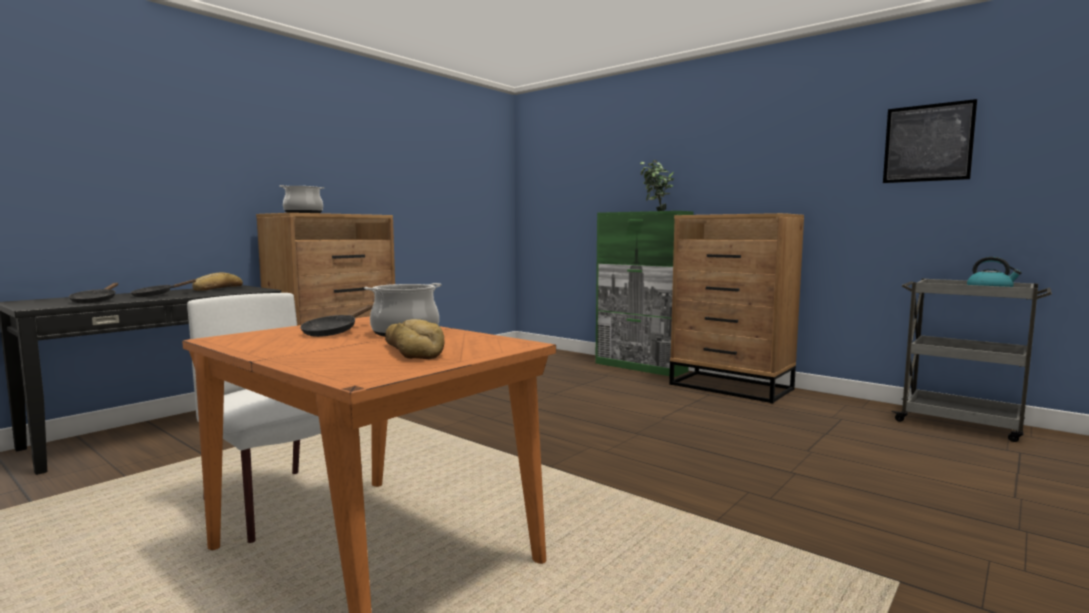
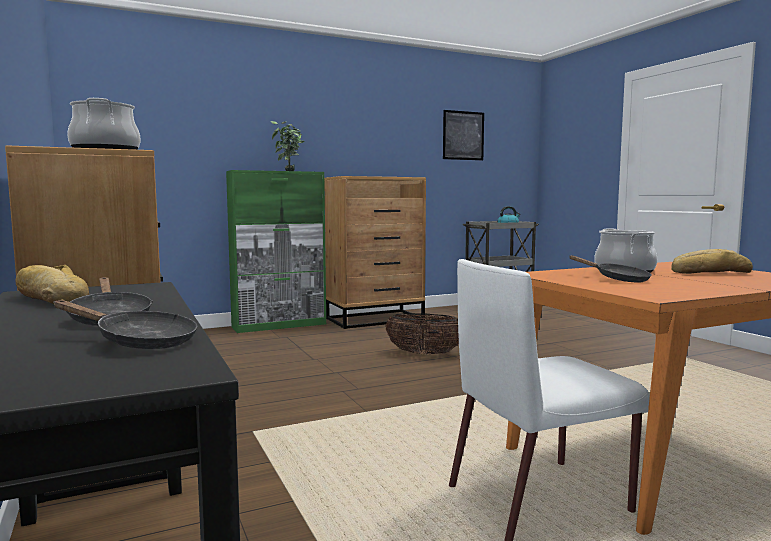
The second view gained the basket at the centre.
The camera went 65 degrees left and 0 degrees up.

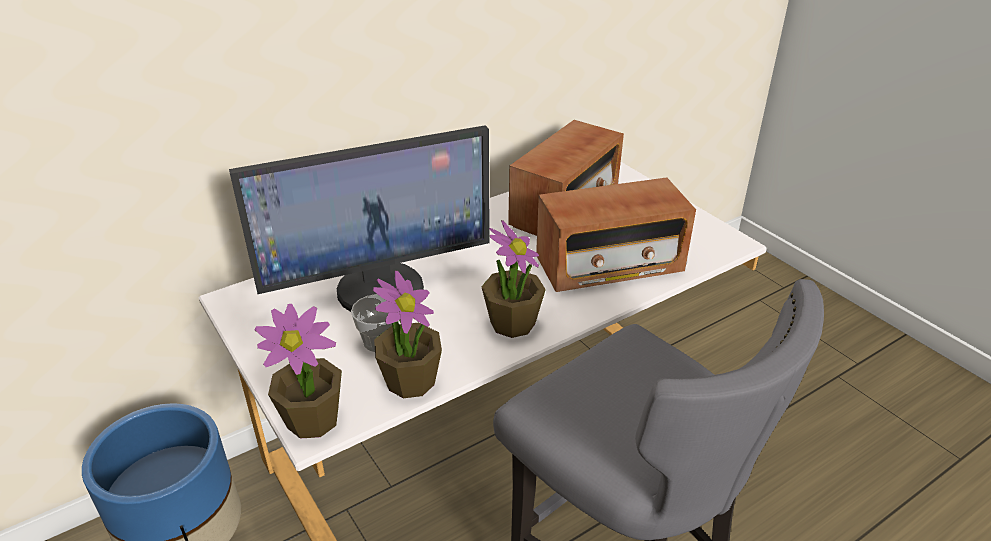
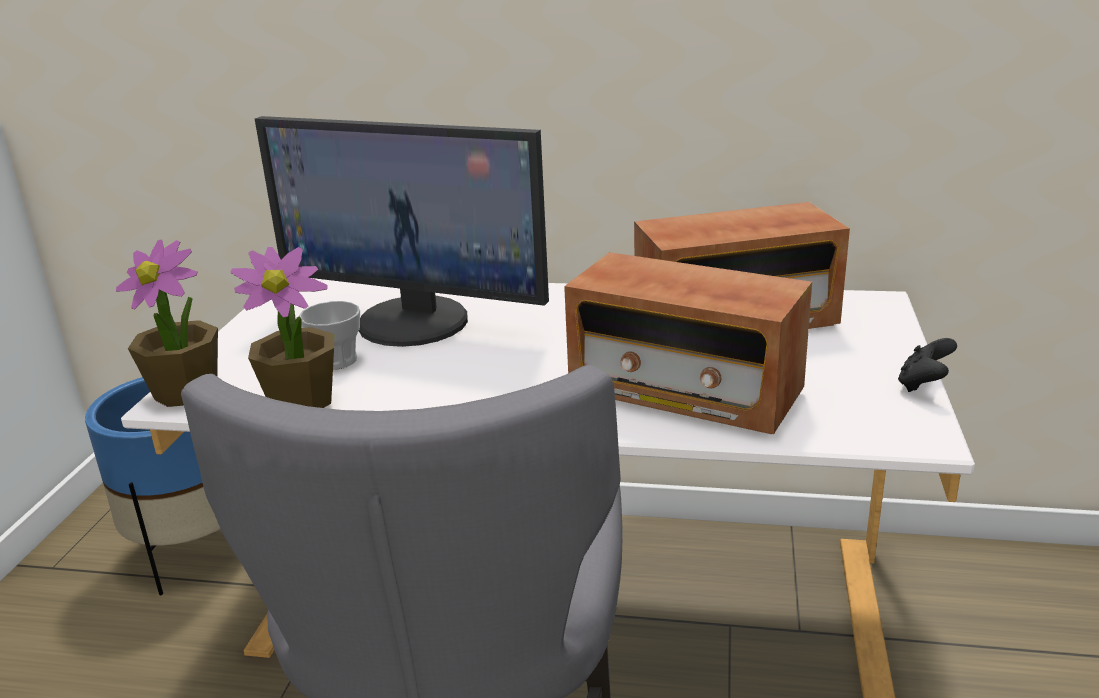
The second view gained the game controller in black at the middle right.
The second view lost the potted plant (no. 3 from left) at the centre.
The camera went 45 degrees right and 10 degrees down.

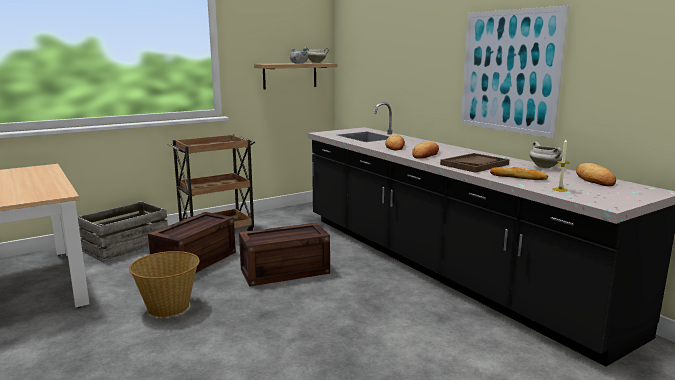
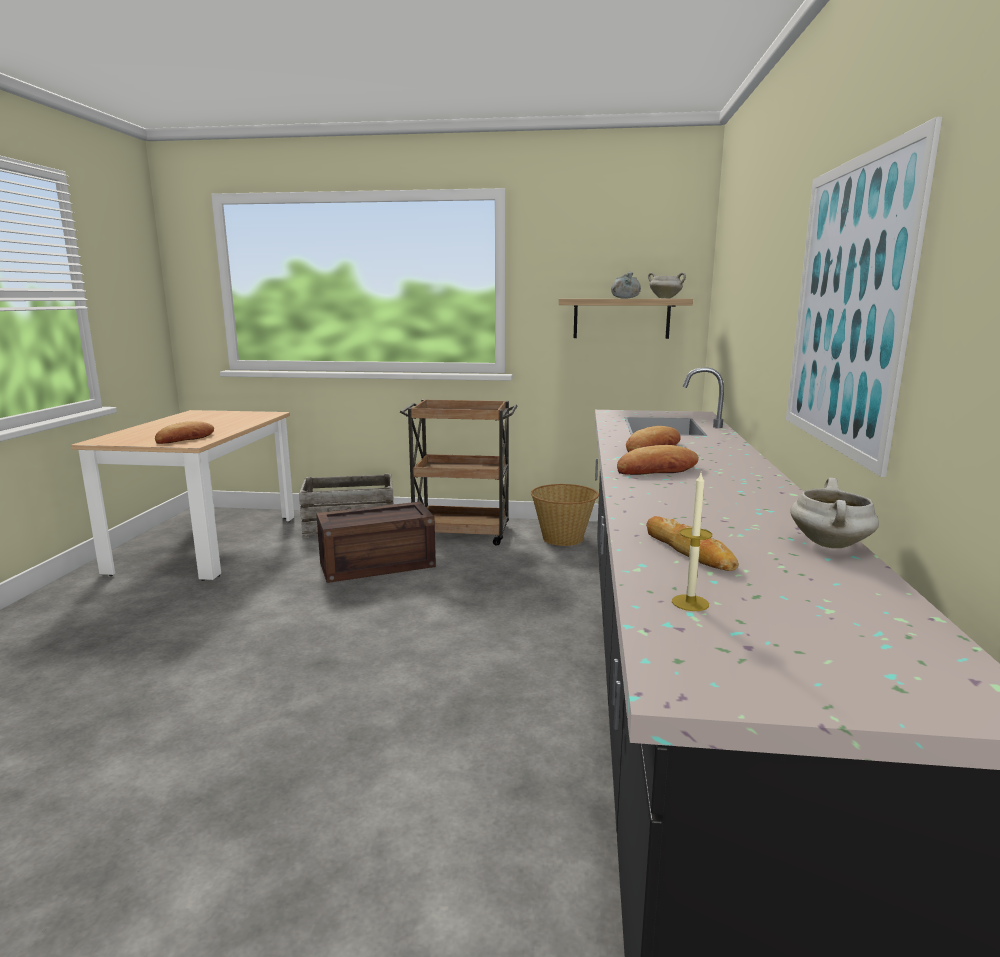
The bread (no. 4 from left in the first image) ended up elsewhere, having gone from the middle right to the middle left.
The basket ended up elsewhere, having gone from the bottom left to the centre.
The second view lost the crate (no. 3 from left) at the bottom centre.
The second view lost the tray in brown at the middle right.
The camera went 40 degrees right and 0 degrees up.

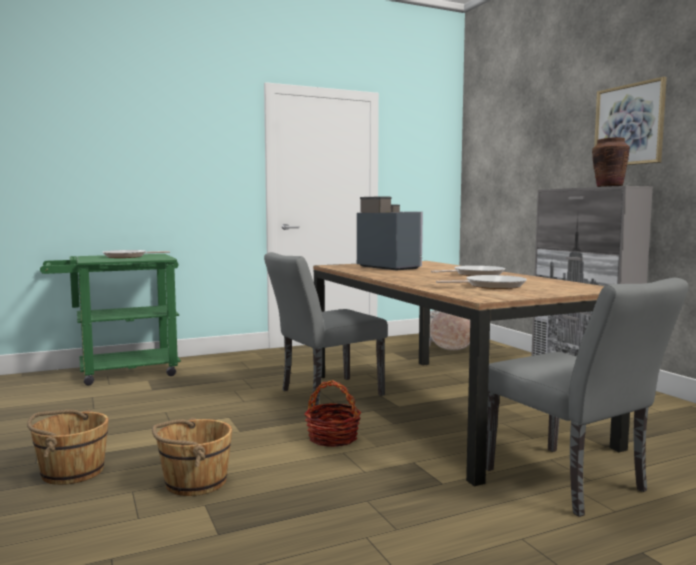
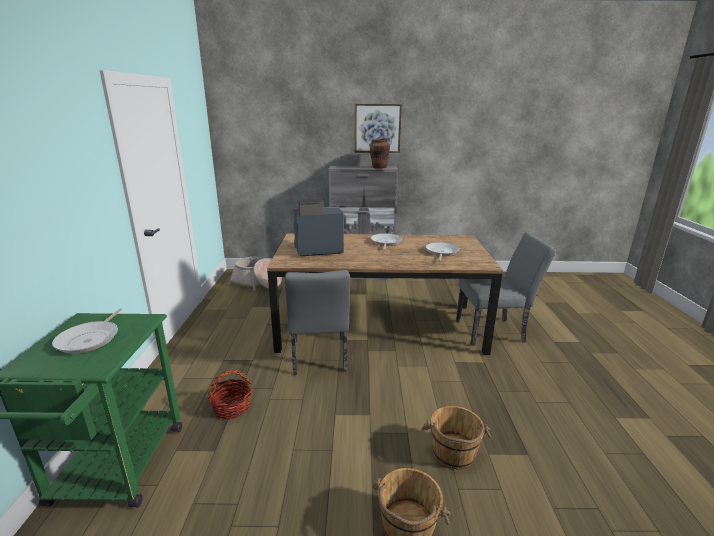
The basket (no. 1 from left) ended up elsewhere, having gone from the bottom centre to the bottom left.
The camera went 65 degrees left and 15 degrees up.

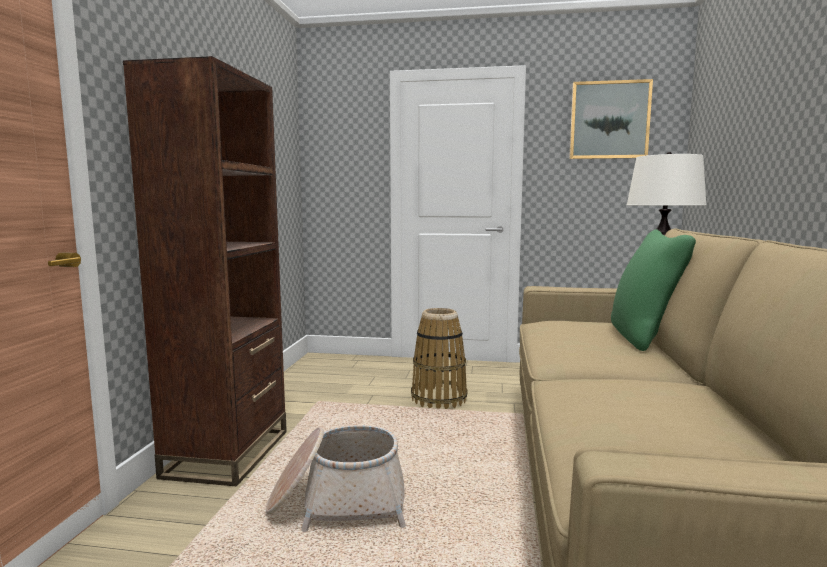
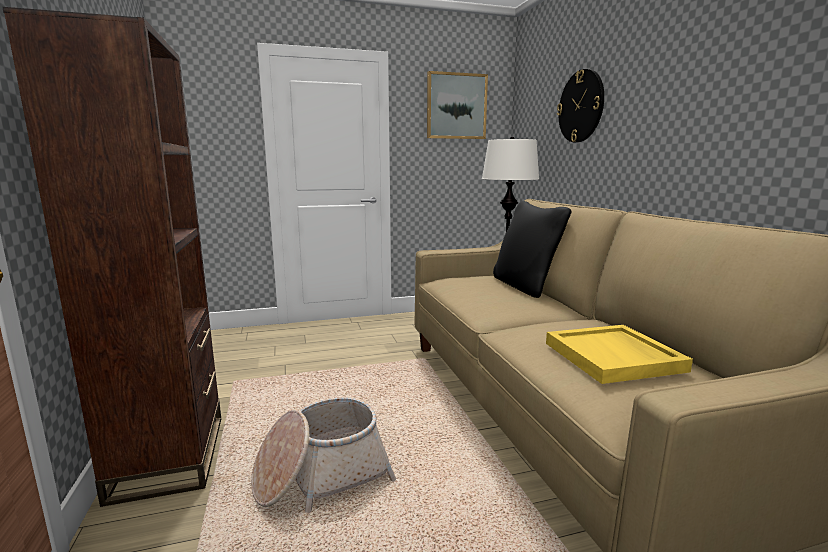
What was the pillow in green at the middle right turned into the pillow in black at the centre.
The second view gained the tray in yellow at the middle right.
The second view gained the wall clock at the top right.
The second view lost the basket (no. 2 from left) at the centre.
The camera went 25 degrees left and 5 degrees up.

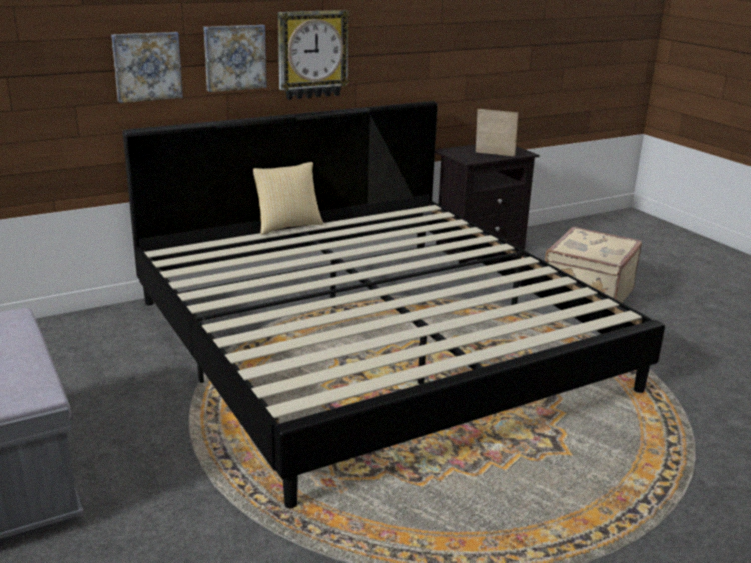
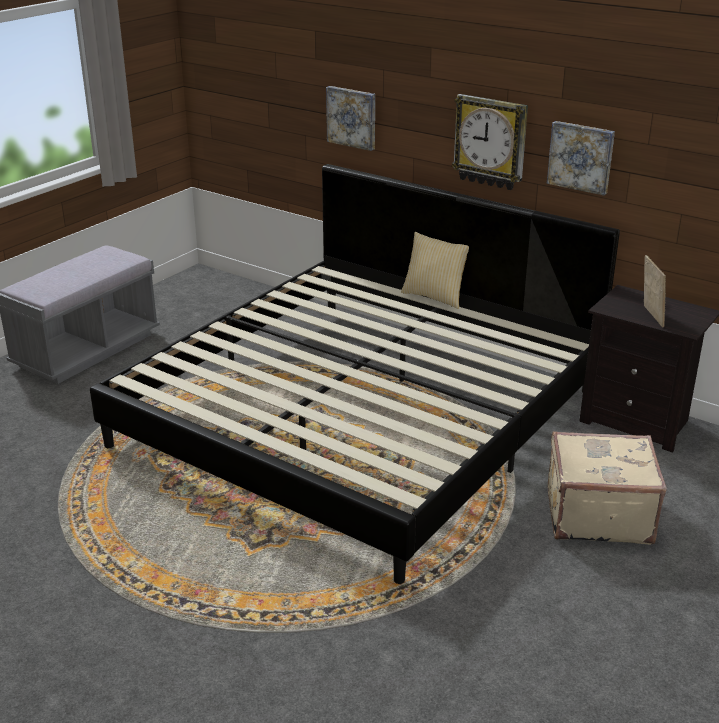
The picture (no. 2 from left) ended up elsewhere, having gone from the top left to the top right.
The camera went 65 degrees right and 5 degrees up.

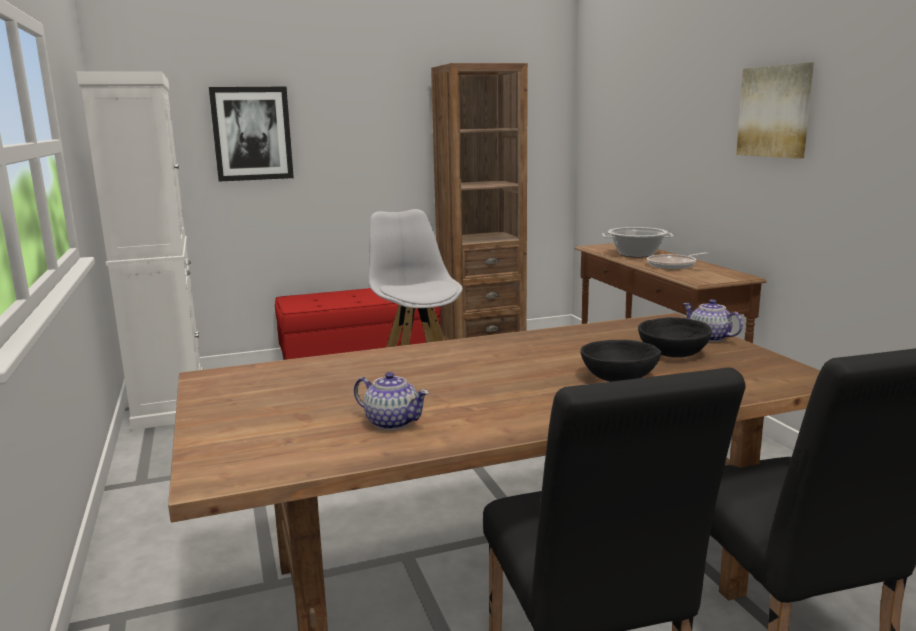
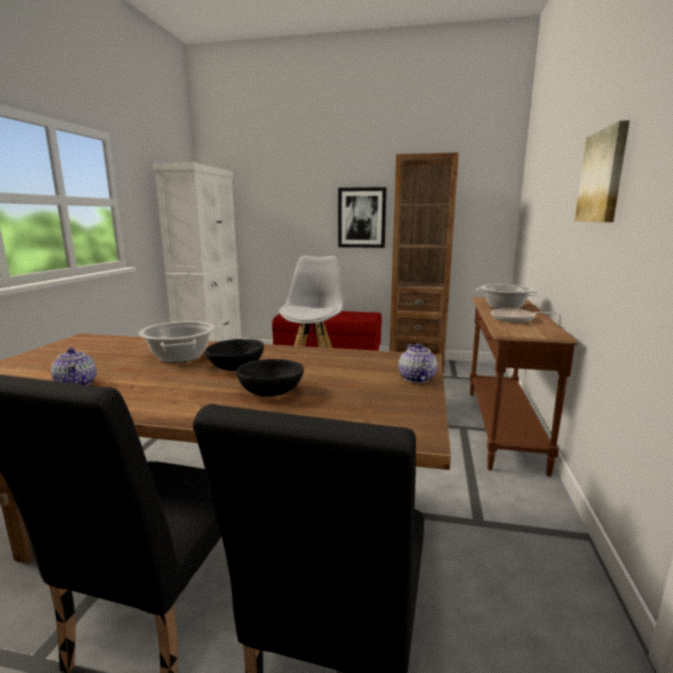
The second view gained the cooking pot (no. 1 from left) at the middle left.
The bowl in black (no. 2 from left in the first image) ended up elsewhere, having gone from the middle right to the centre.
The picture (no. 1 from left) ended up elsewhere, having gone from the top left to the top centre.
The camera went 30 degrees right and 0 degrees up.

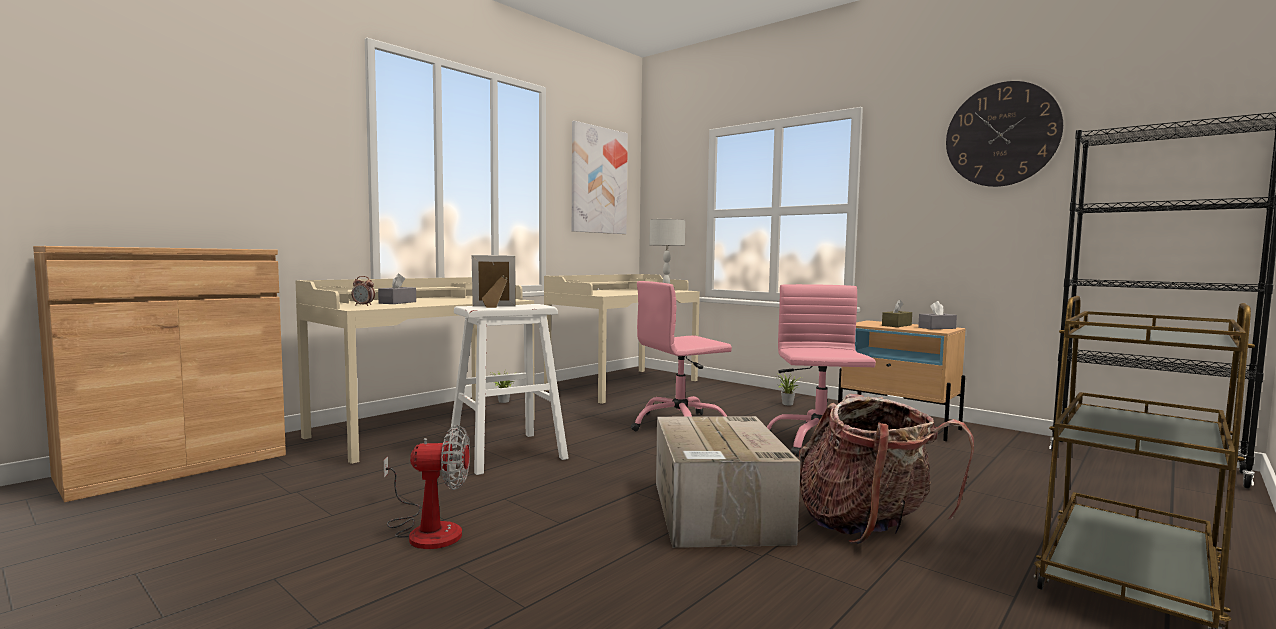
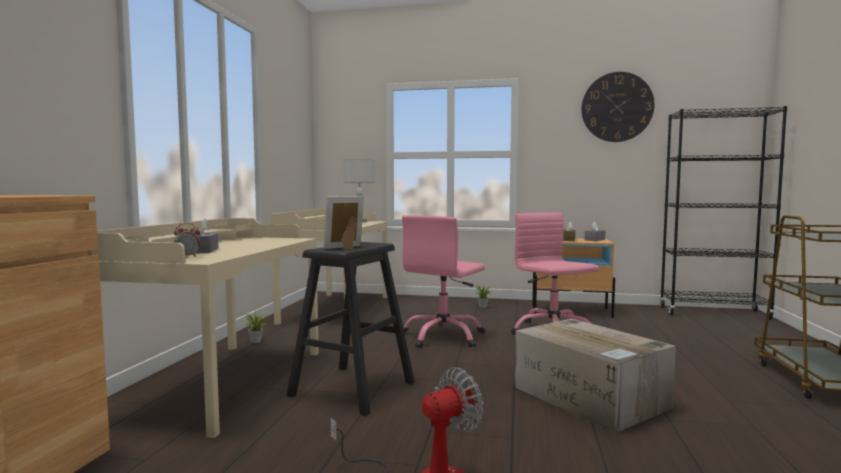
What was the stool in white at the centre turned into the stool in black at the bottom centre.
The second view lost the picture at the top centre.
The second view lost the backpack at the bottom right.
The camera went 30 degrees left and 0 degrees up.

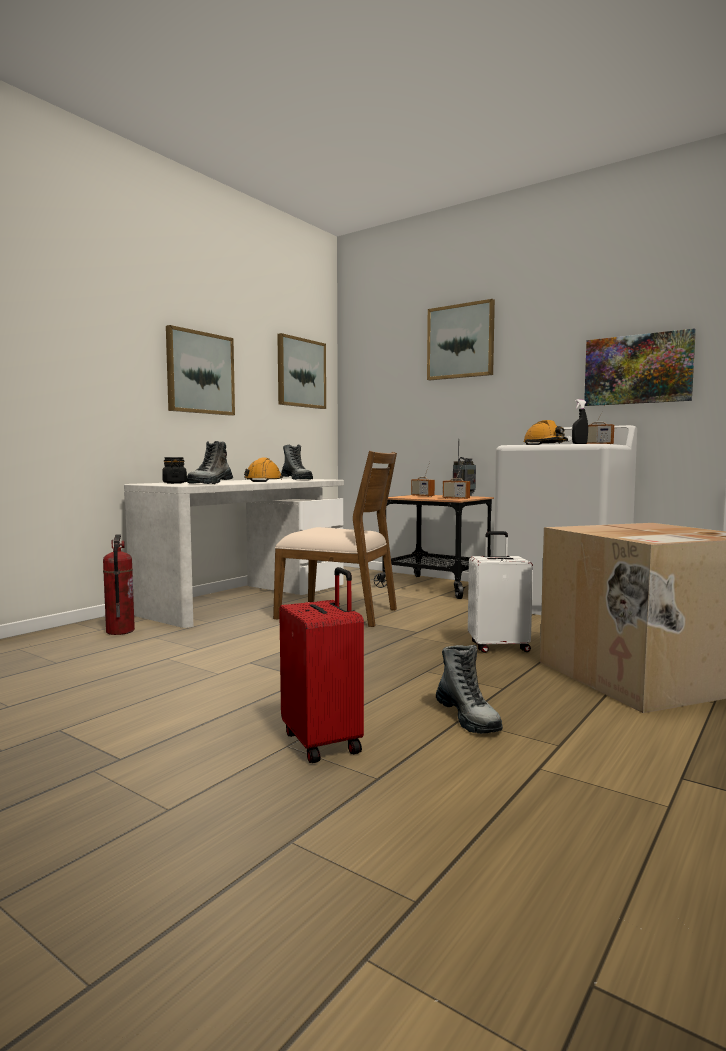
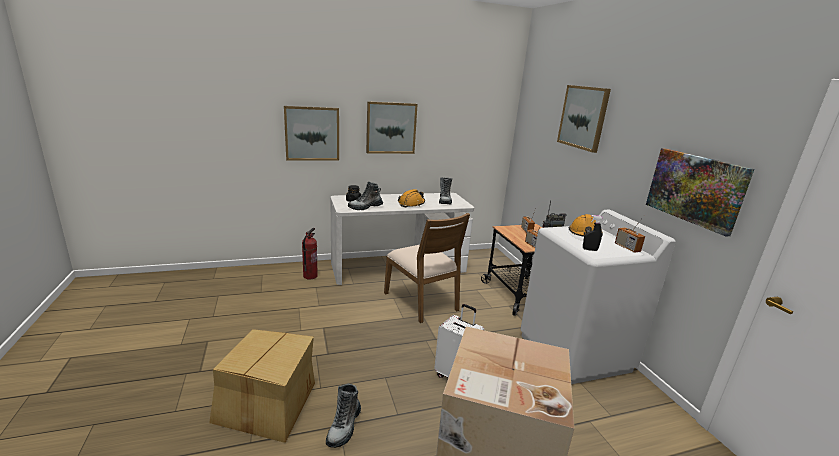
Where the suitcase in red stood at the centre, the cardboard box (no. 1 from left) came to stand at the bottom left.
The picture (no. 2 from left in the first image) ended up elsewhere, having gone from the centre to the top centre.
The camera went 35 degrees right and 15 degrees up.

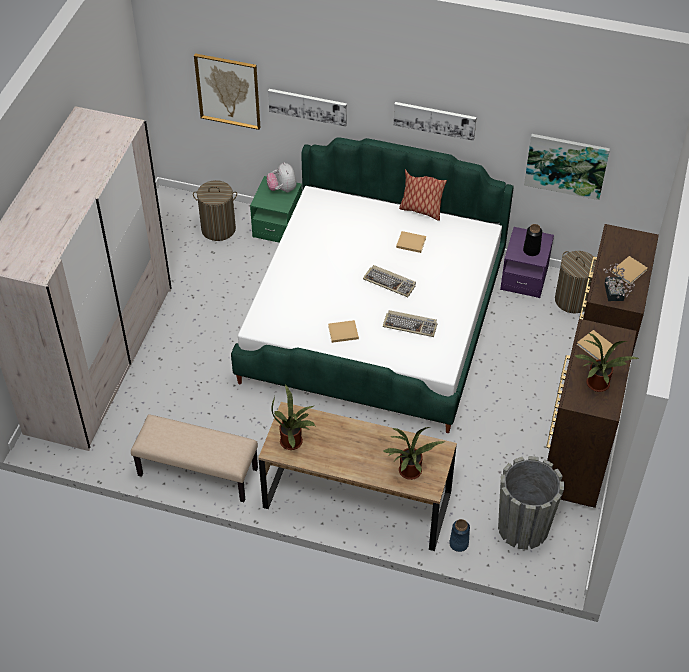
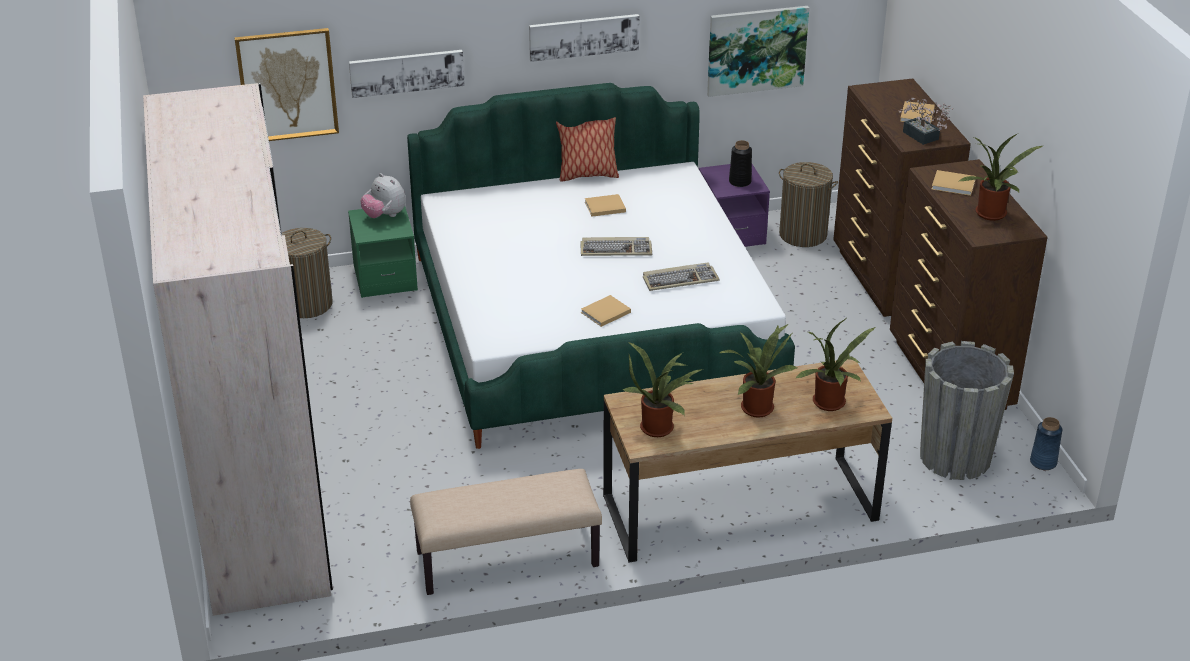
The second view gained the potted plant (no. 2 from left) at the centre.
The vase in blue ended up elsewhere, having gone from the bottom centre to the bottom right.
The camera went 30 degrees left and 15 degrees down.

